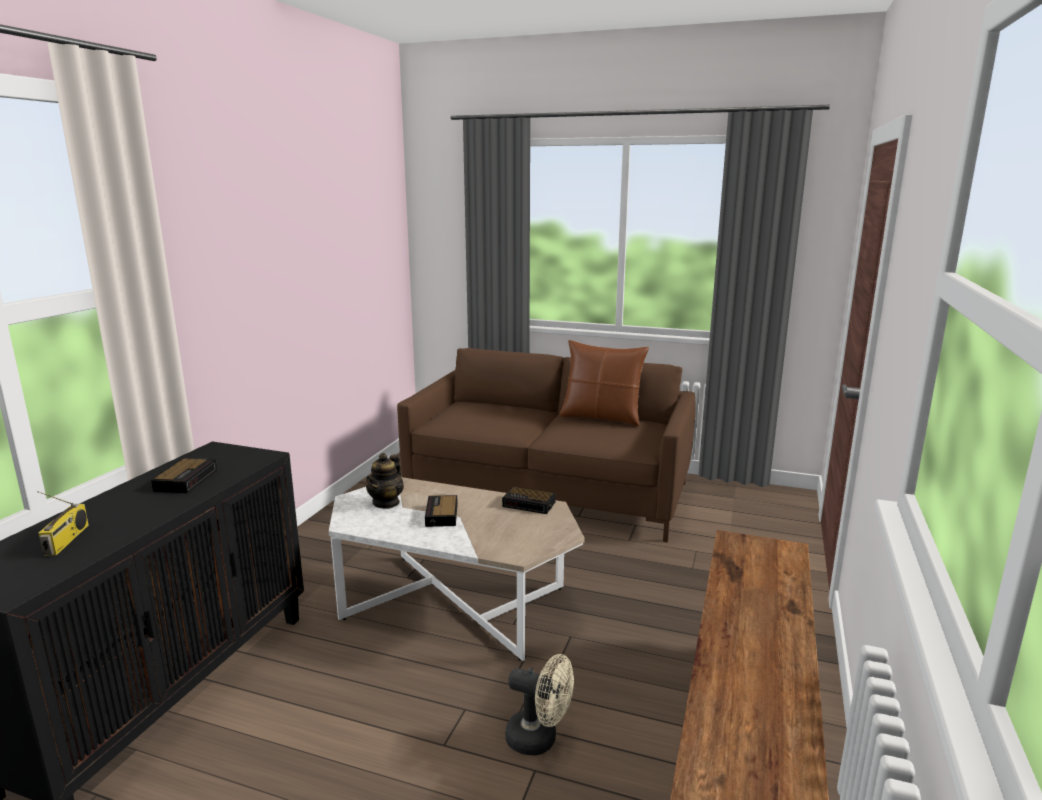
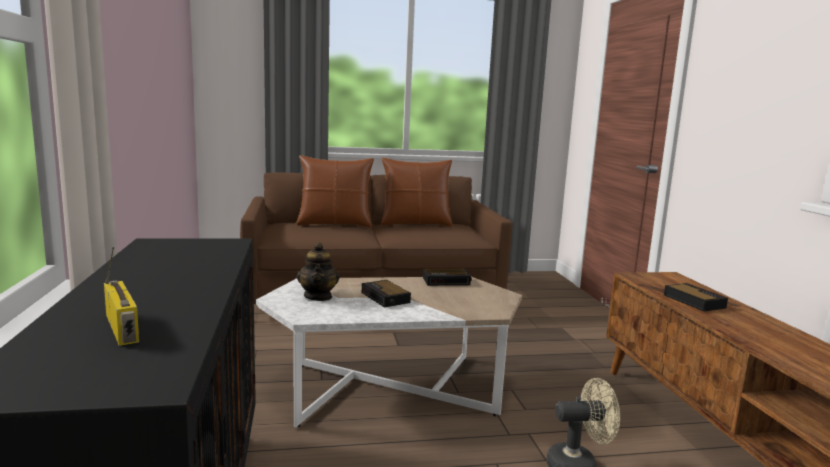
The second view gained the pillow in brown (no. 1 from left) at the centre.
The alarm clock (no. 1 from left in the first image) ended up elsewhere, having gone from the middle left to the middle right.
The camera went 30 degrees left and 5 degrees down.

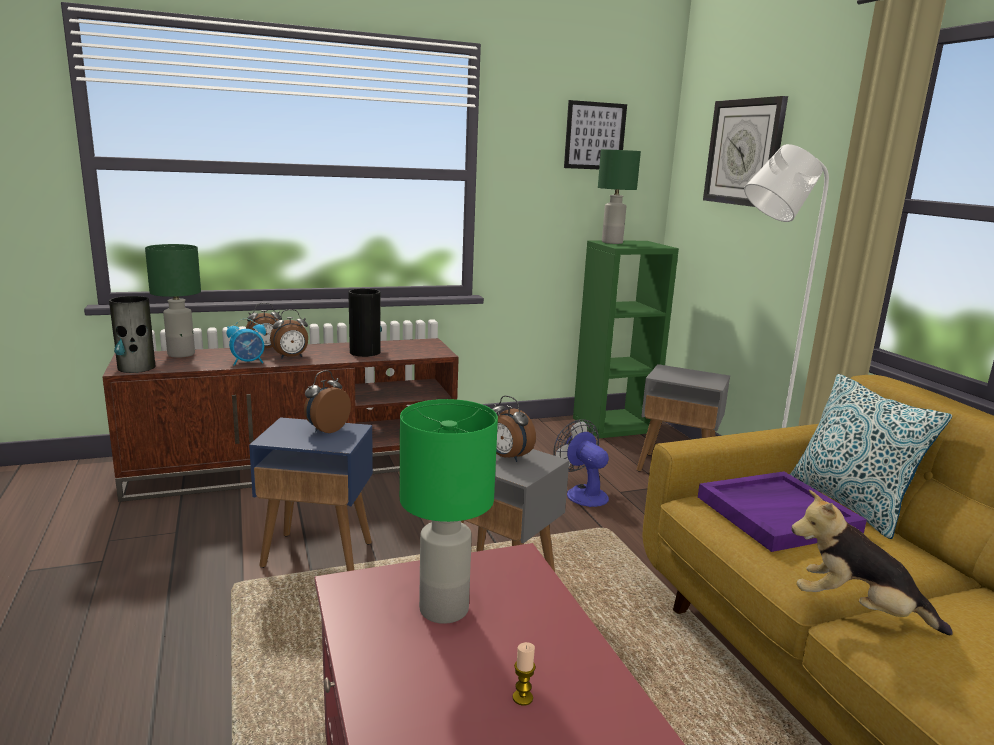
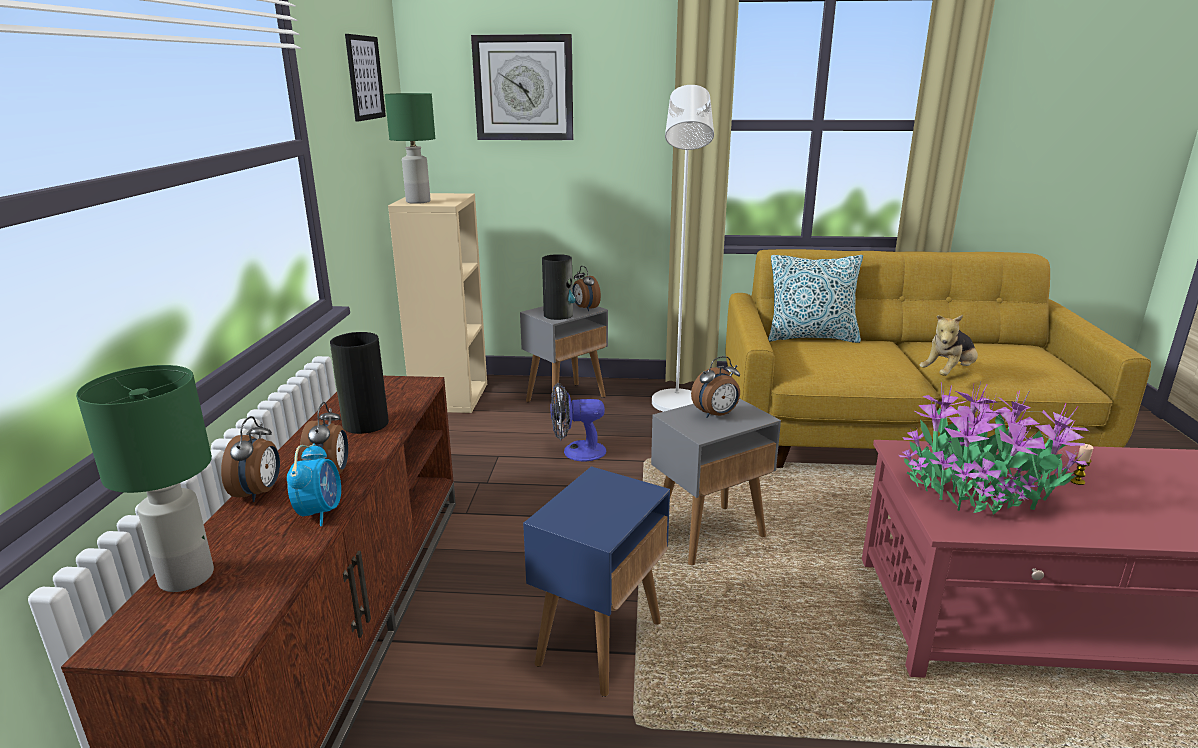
What was the bookcase in green at the centre turned into the bookcase in beige at the centre.
The vase (no. 1 from left in the first image) ended up elsewhere, having gone from the middle left to the centre.
The alarm clock (no. 4 from left) ended up elsewhere, having gone from the middle left to the centre.
Where the table lamp in green (no. 2 from left) stood at the bottom centre, the potted plant came to stand at the middle right.
The second view lost the tray in purple at the bottom right.
The camera went 65 degrees left and 5 degrees up.

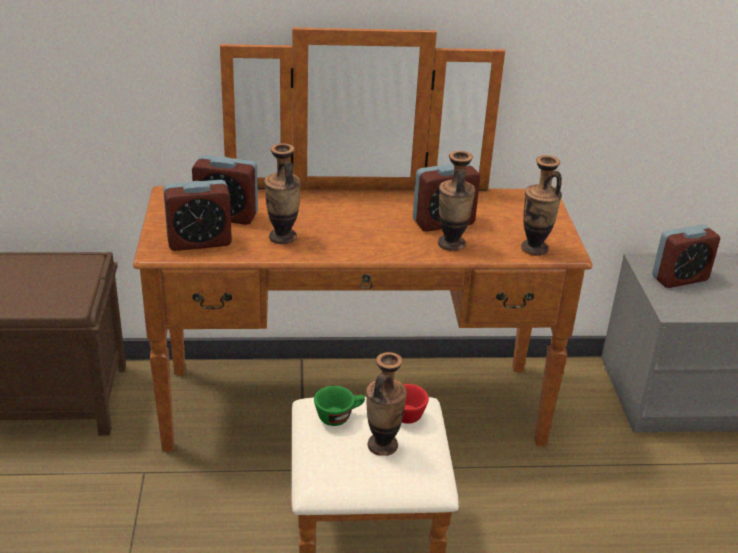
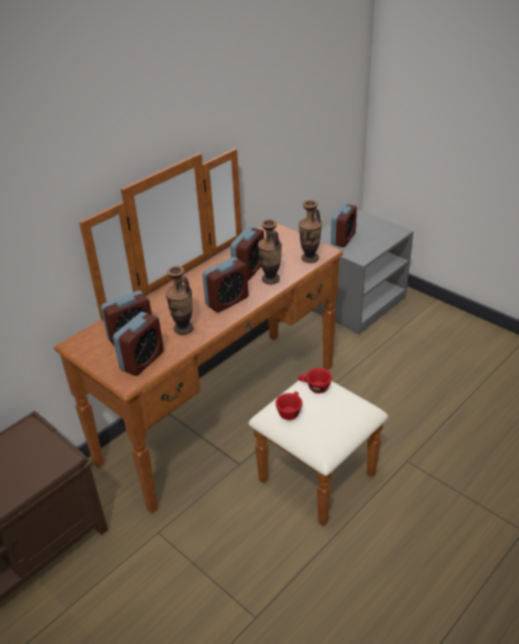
The second view gained the alarm clock (no. 3 from left) at the centre.
What was the cup in green at the bottom centre turned into the cup in red (no. 1 from left) at the centre.
The second view lost the vase (no. 2 from left) at the bottom centre.
The camera went 40 degrees left and 5 degrees up.

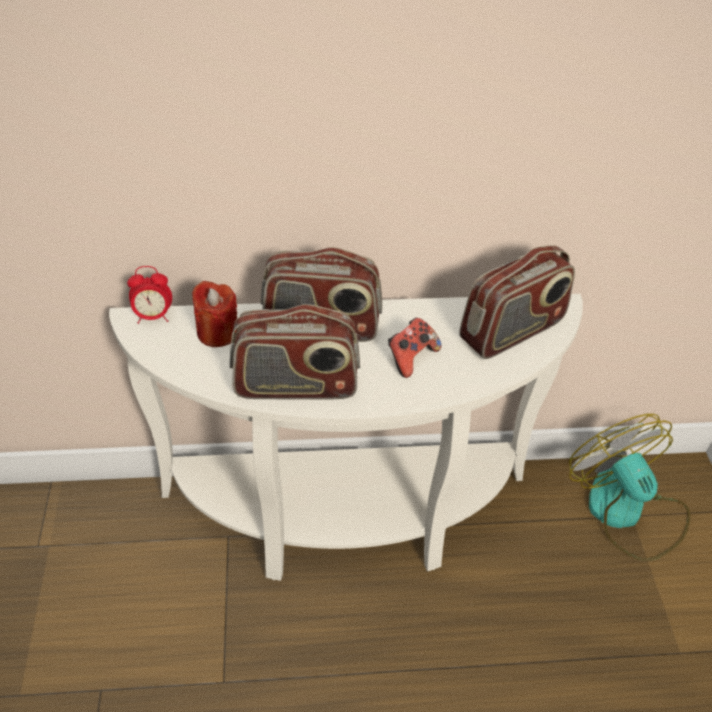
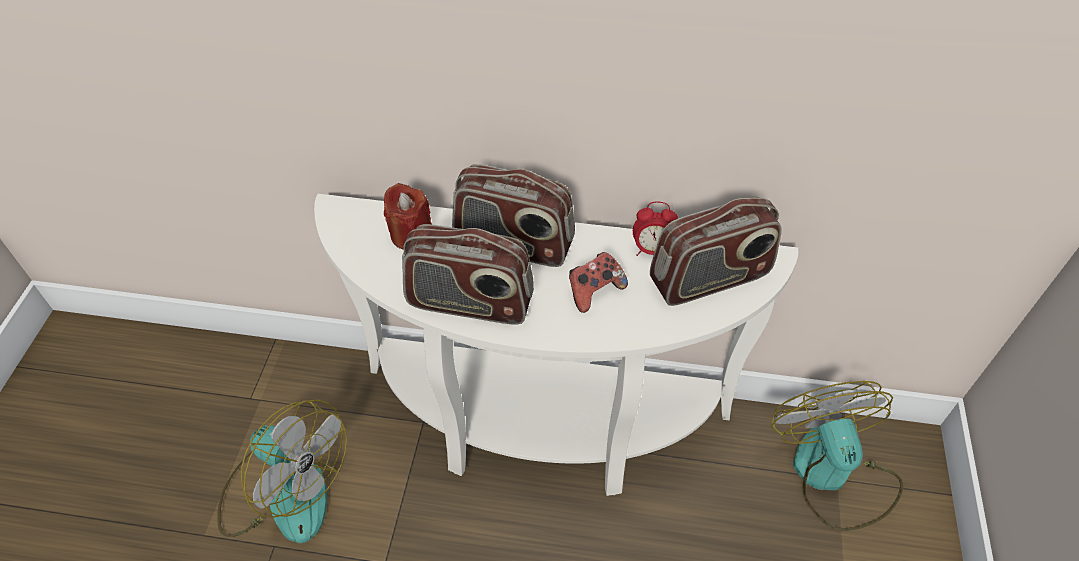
The second view gained the fan (no. 1 from left) at the bottom left.
The alarm clock ended up elsewhere, having gone from the middle left to the centre.
The camera went 15 degrees right and 5 degrees up.

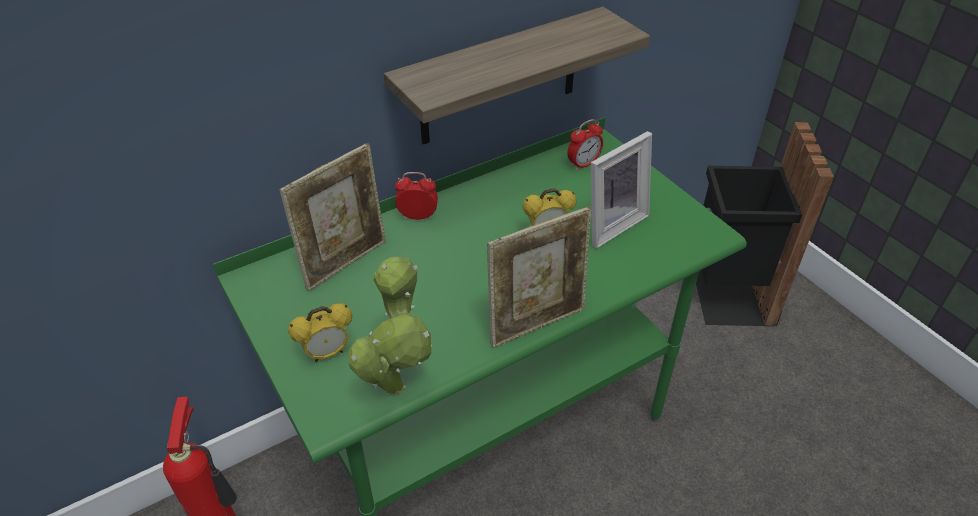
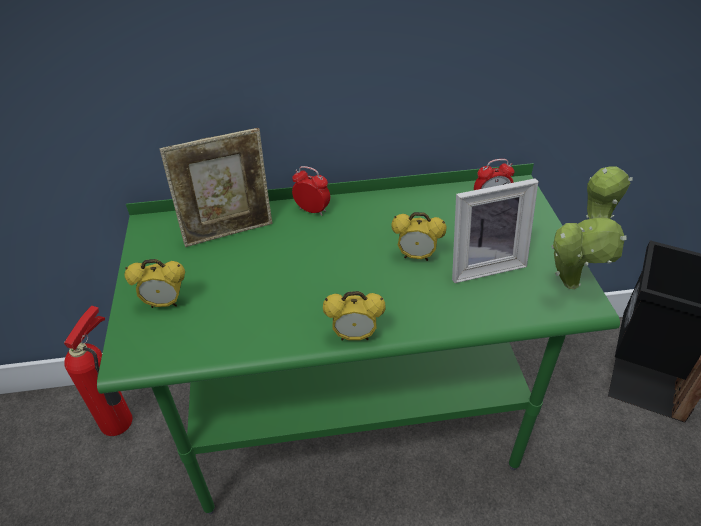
Where the picture frame (no. 2 from left) stood at the centre, the alarm clock (no. 3 from left) came to stand at the centre.
The potted plant ended up elsewhere, having gone from the centre to the middle right.
The second view lost the shelf at the top centre.
The camera went 25 degrees right and 0 degrees up.

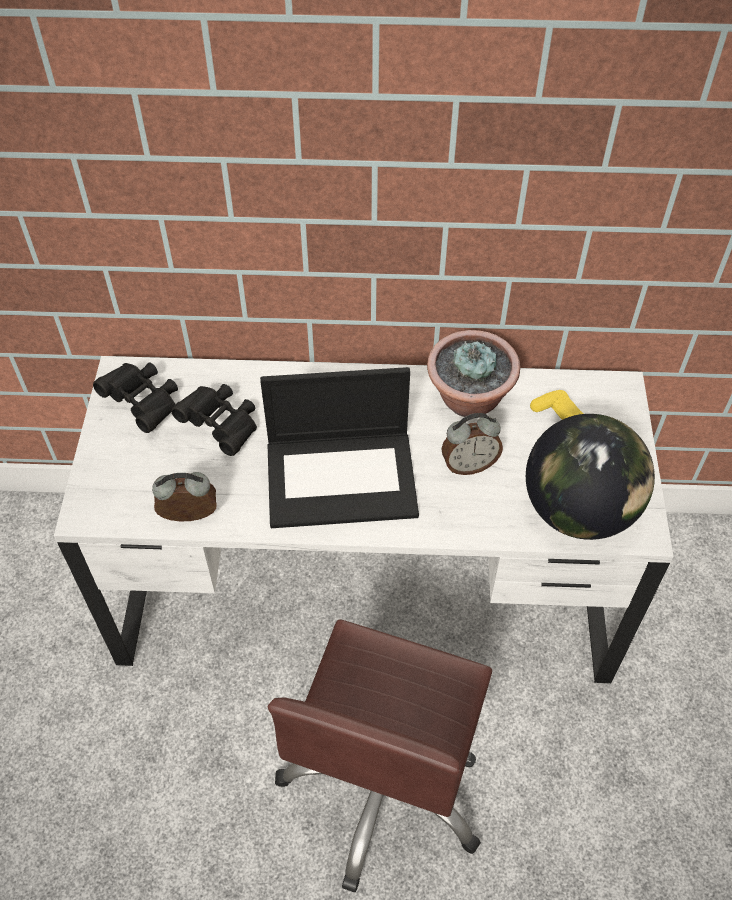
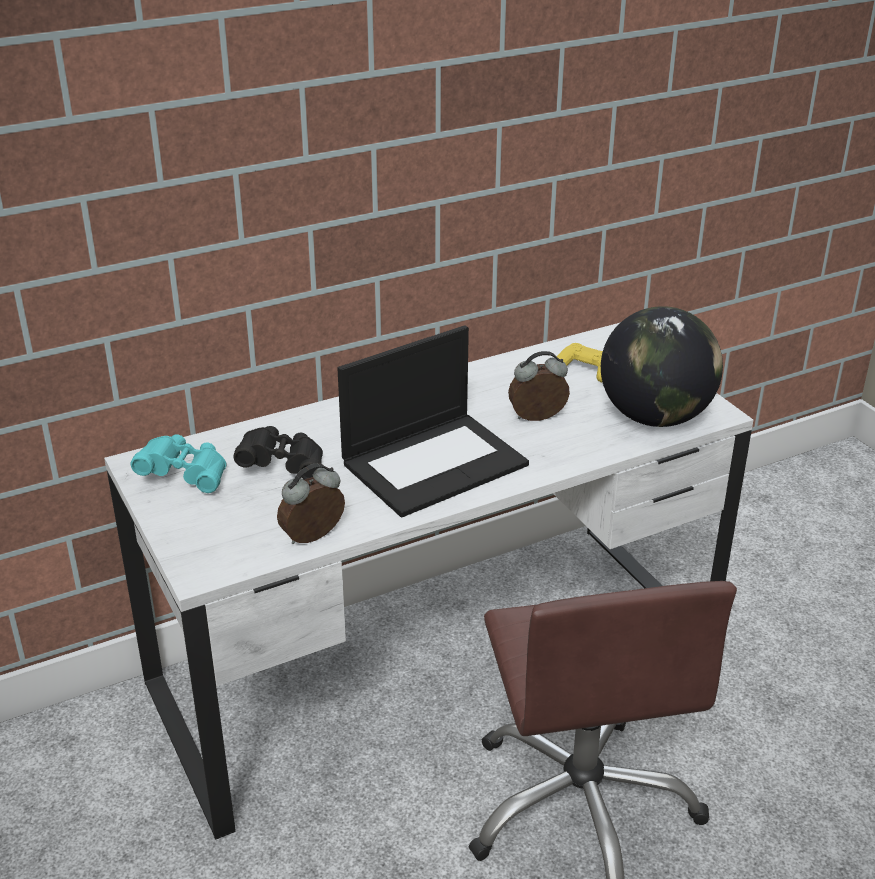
What was the binoculars in black (no. 1 from left) at the middle left turned into the binoculars in turquoise at the middle left.
The alarm clock (no. 2 from left) at the centre ended up facing another way, 150 degrees counterclockwise from before.
The second view lost the potted plant at the centre.
The camera went 30 degrees left and 20 degrees down.

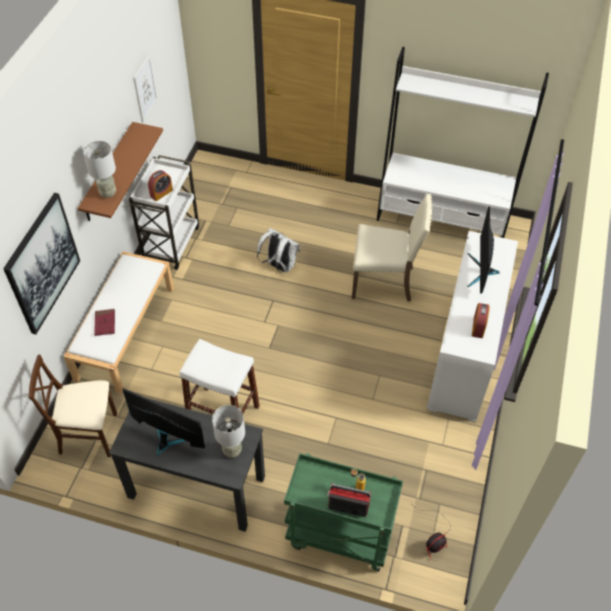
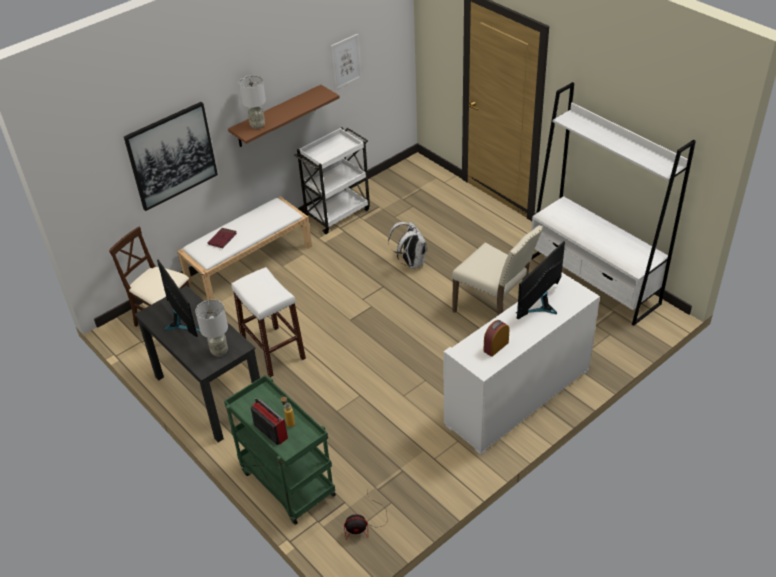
The second view lost the alarm clock (no. 1 from left) at the top left.
The camera went 35 degrees right and 10 degrees down.

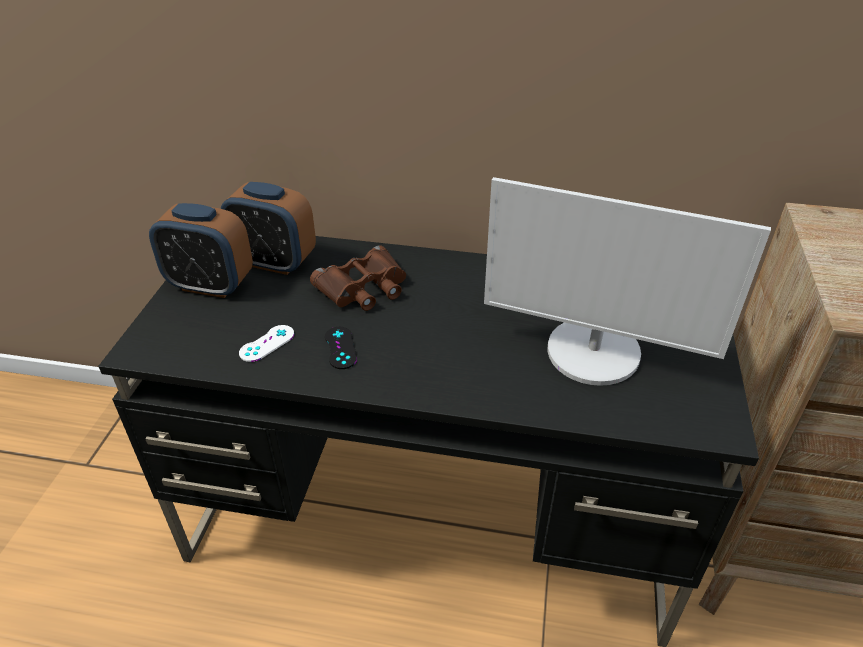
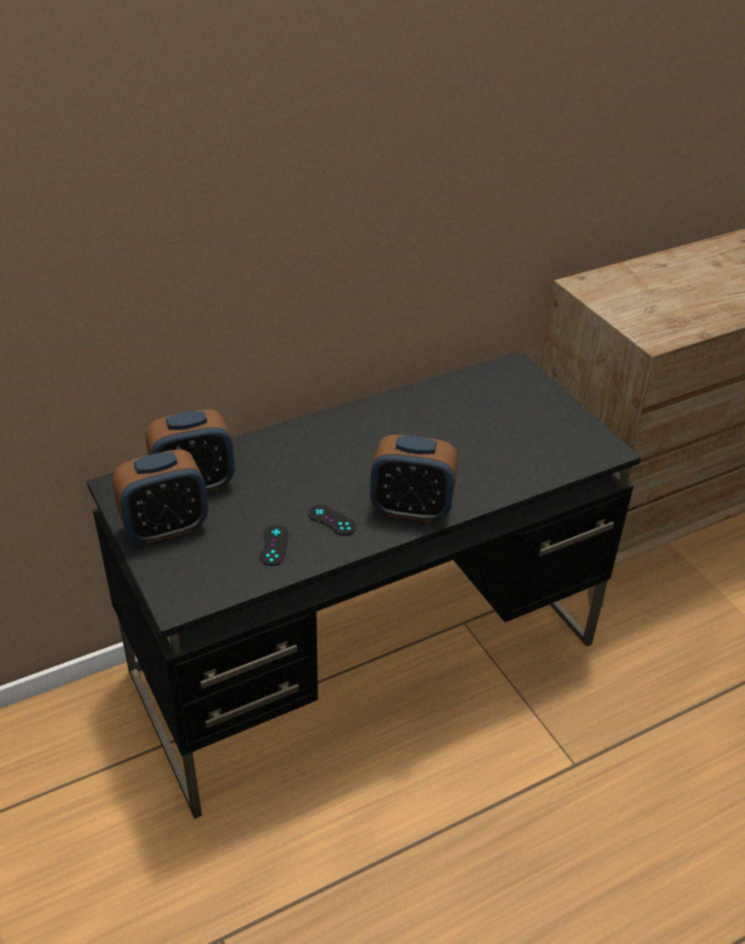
What was the game controller in white at the middle left turned into the game controller in black (no. 1 from left) at the centre.
The second view gained the alarm clock (no. 3 from left) at the centre.
The second view lost the binoculars in brown at the centre.
The second view lost the monitor at the middle right.
The camera went 40 degrees left and 0 degrees up.

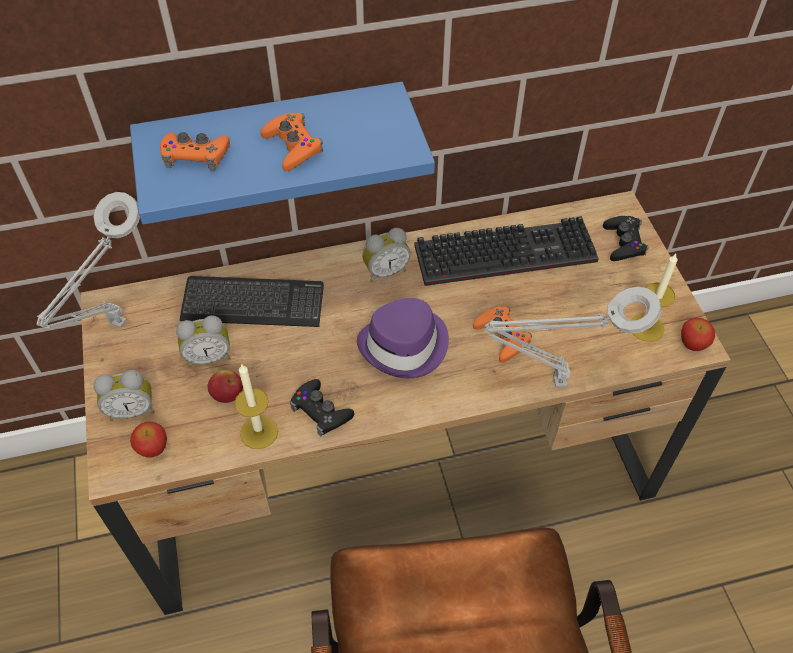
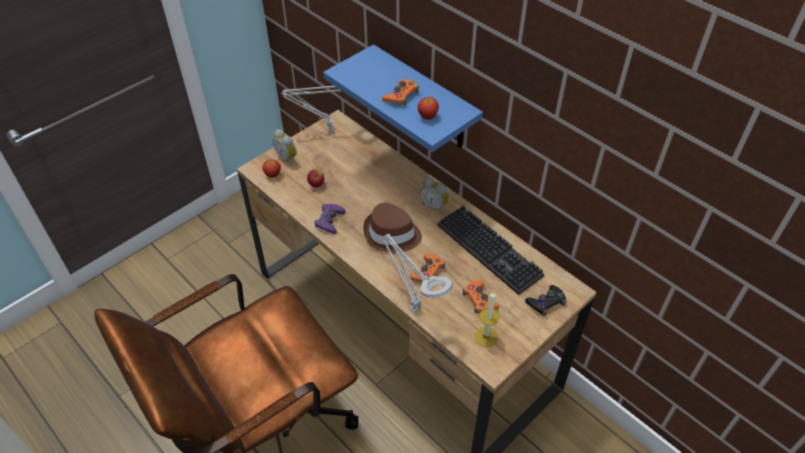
What was the game controller in black (no. 1 from left) at the centre turned into the game controller in purple at the centre.
What was the hat in purple at the centre turned into the hat in brown at the centre.
The apple (no. 3 from left) ended up elsewhere, having gone from the middle right to the top centre.
The game controller in orange (no. 1 from left in the first image) ended up elsewhere, having gone from the top left to the centre.
The second view lost the alarm clock (no. 2 from left) at the middle left.
The second view lost the keyboard (no. 1 from left) at the middle left.
The second view lost the candle (no. 1 from left) at the middle left.
The camera went 60 degrees right and 5 degrees down.

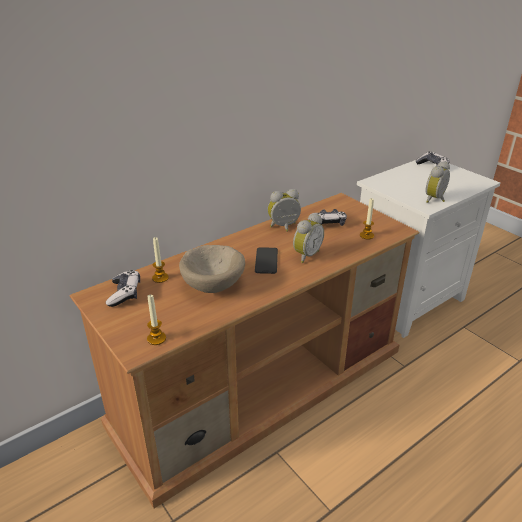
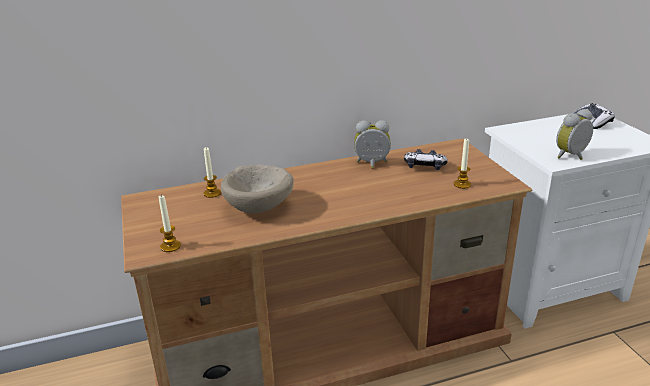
The second view lost the game controller (no. 1 from left) at the middle left.
The second view lost the phone at the centre.
The second view lost the alarm clock (no. 2 from left) at the centre.
The camera went 20 degrees right and 5 degrees down.

